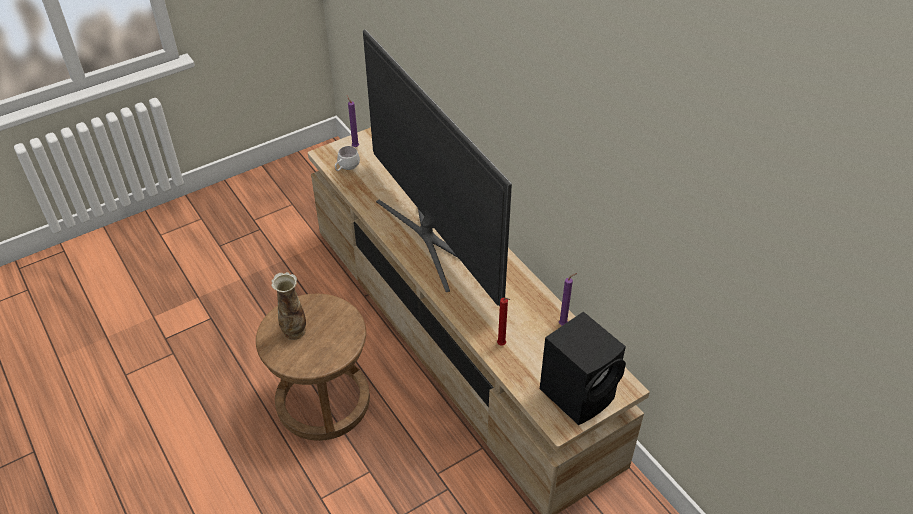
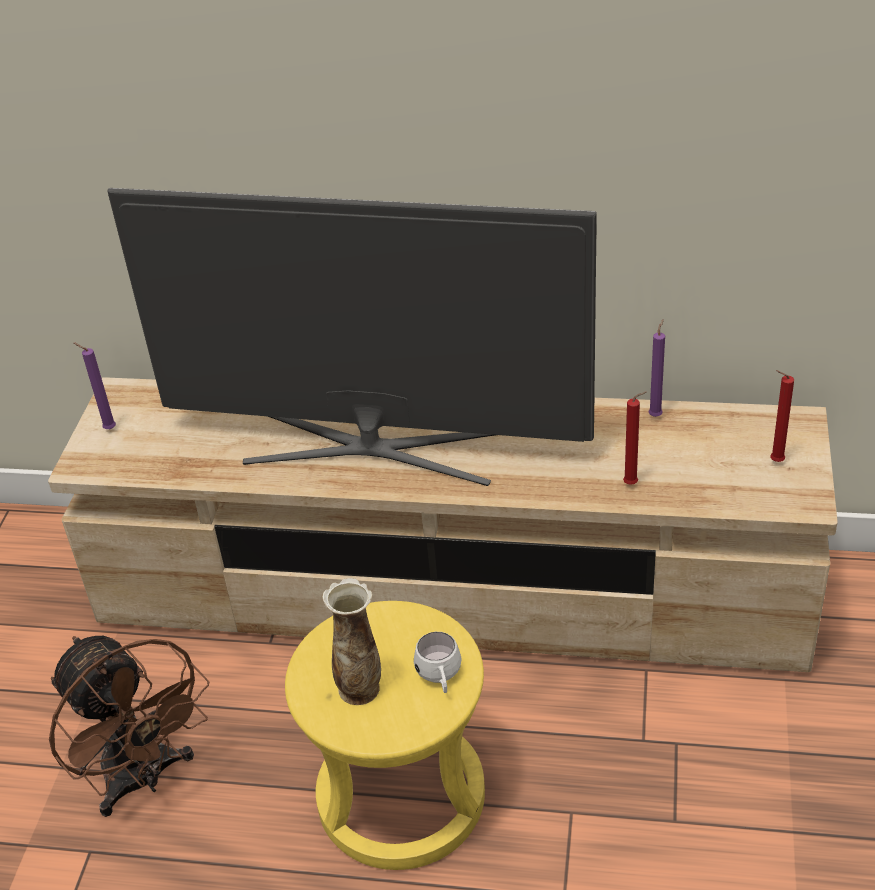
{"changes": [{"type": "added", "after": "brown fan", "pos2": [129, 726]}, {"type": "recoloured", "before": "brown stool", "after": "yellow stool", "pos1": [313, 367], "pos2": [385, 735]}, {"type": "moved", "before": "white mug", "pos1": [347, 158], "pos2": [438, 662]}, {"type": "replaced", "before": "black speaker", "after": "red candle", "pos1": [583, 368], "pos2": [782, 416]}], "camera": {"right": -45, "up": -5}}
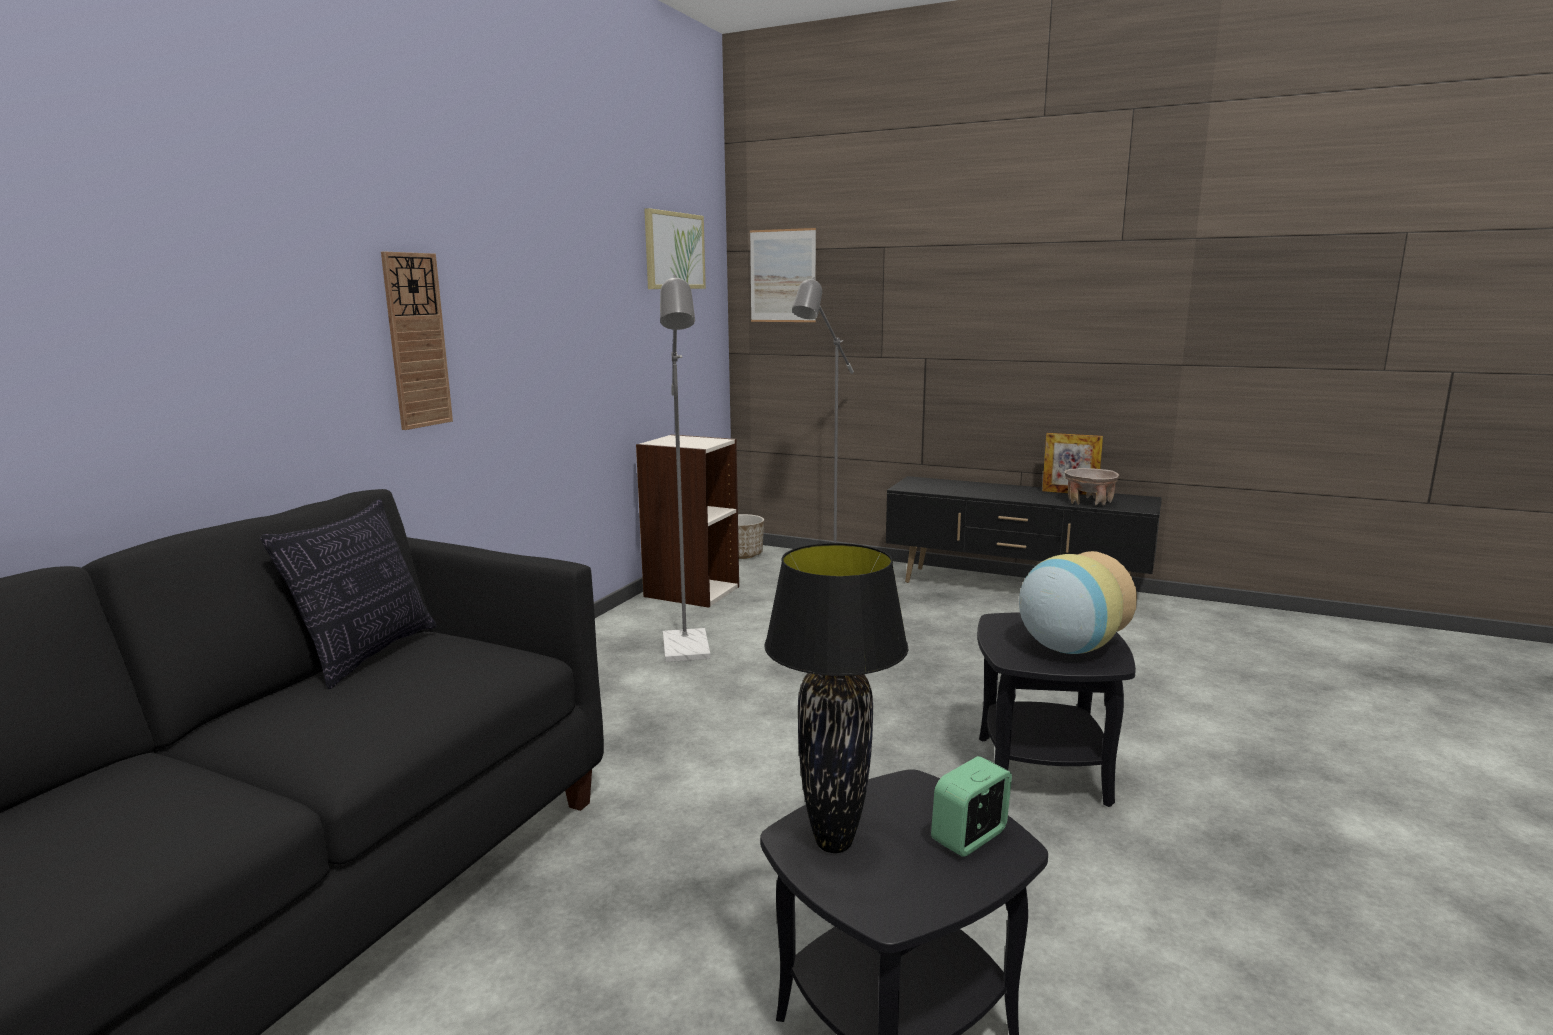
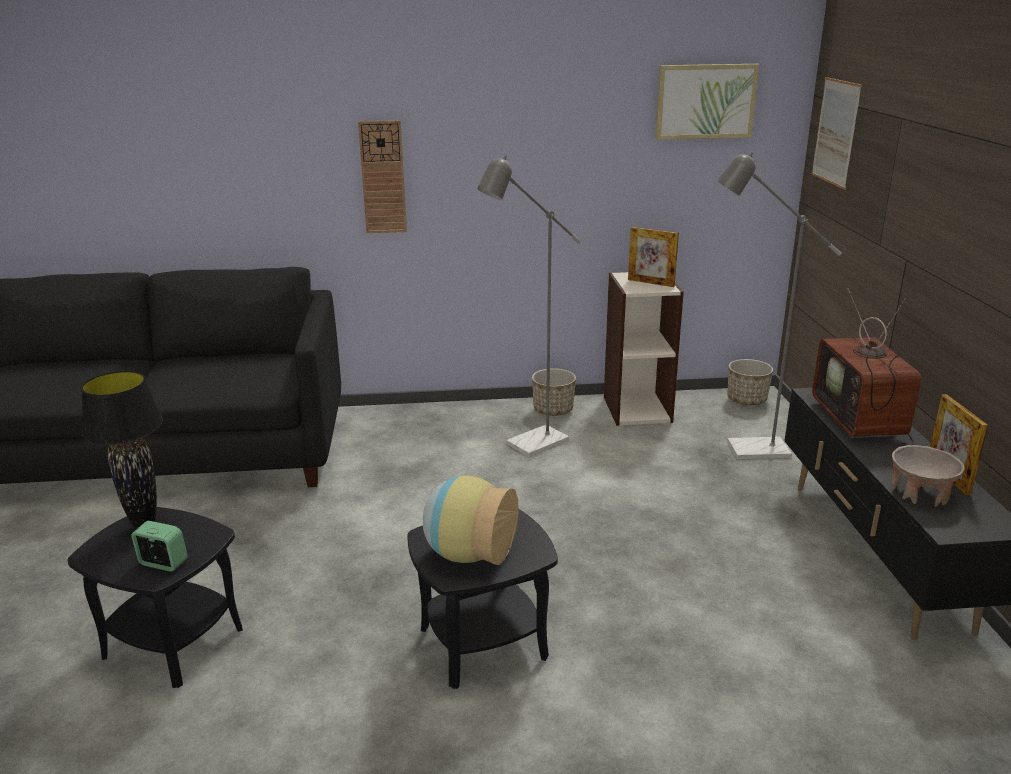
{"changes": [{"type": "added", "after": "planter", "pos2": [554, 392]}, {"type": "added", "after": "picture frame", "pos2": [653, 257]}, {"type": "added", "after": "television", "pos2": [866, 366]}, {"type": "removed", "before": "pillow", "pos1": [348, 594]}], "camera": {"right": 60, "up": 10}}
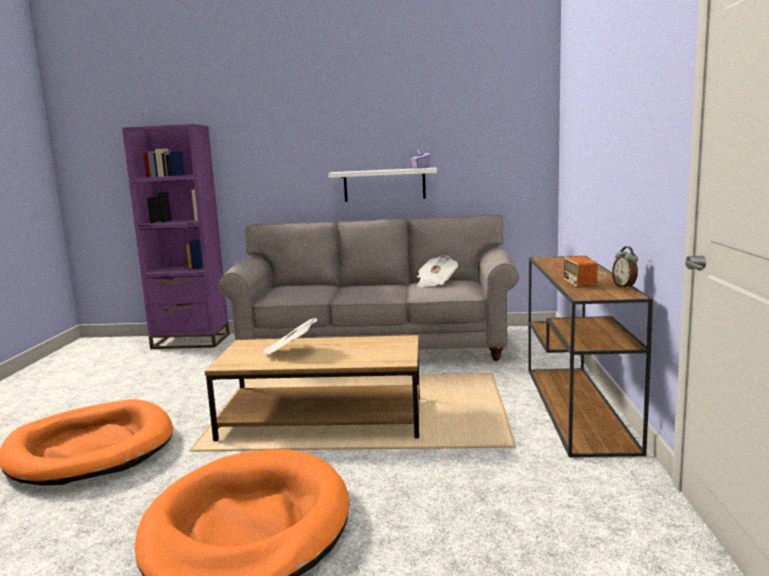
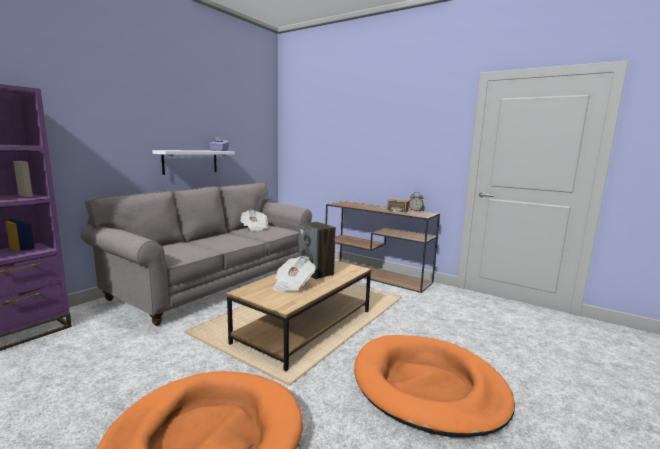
{"changes": [{"type": "added", "after": "speaker", "pos2": [317, 250]}], "camera": {"right": -60, "up": 0}}
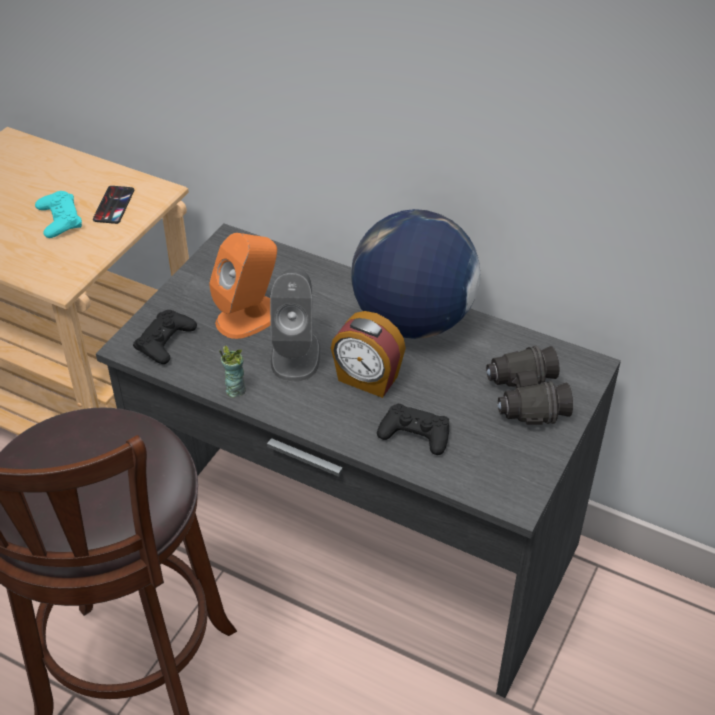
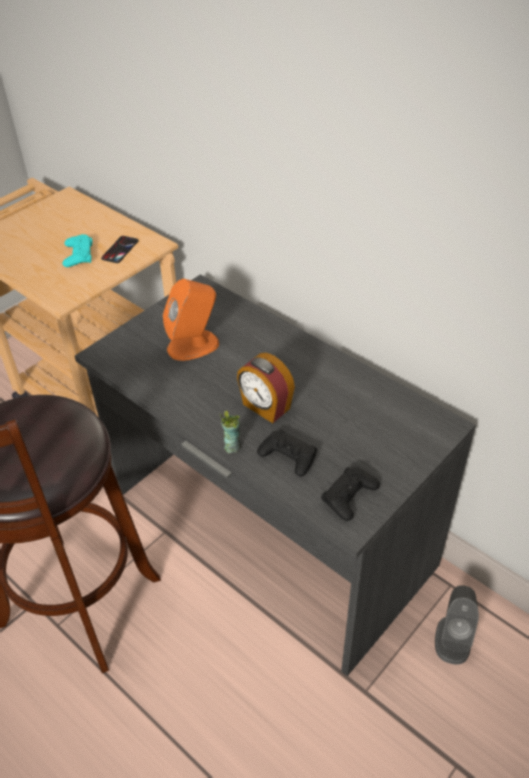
{"changes": [{"type": "moved", "before": "cup", "pos1": [232, 371], "pos2": [230, 432]}, {"type": "moved", "before": "black game controller", "pos1": [165, 337], "pos2": [350, 493]}, {"type": "moved", "before": "grey speaker", "pos1": [295, 325], "pos2": [457, 624]}, {"type": "removed", "before": "globe", "pos1": [415, 274]}, {"type": "removed", "before": "black binoculars", "pos1": [529, 385]}], "camera": {"right": 15, "up": 0}}
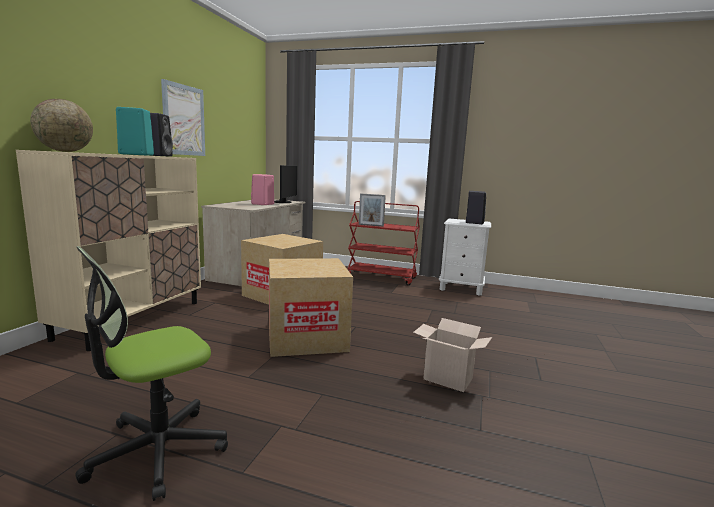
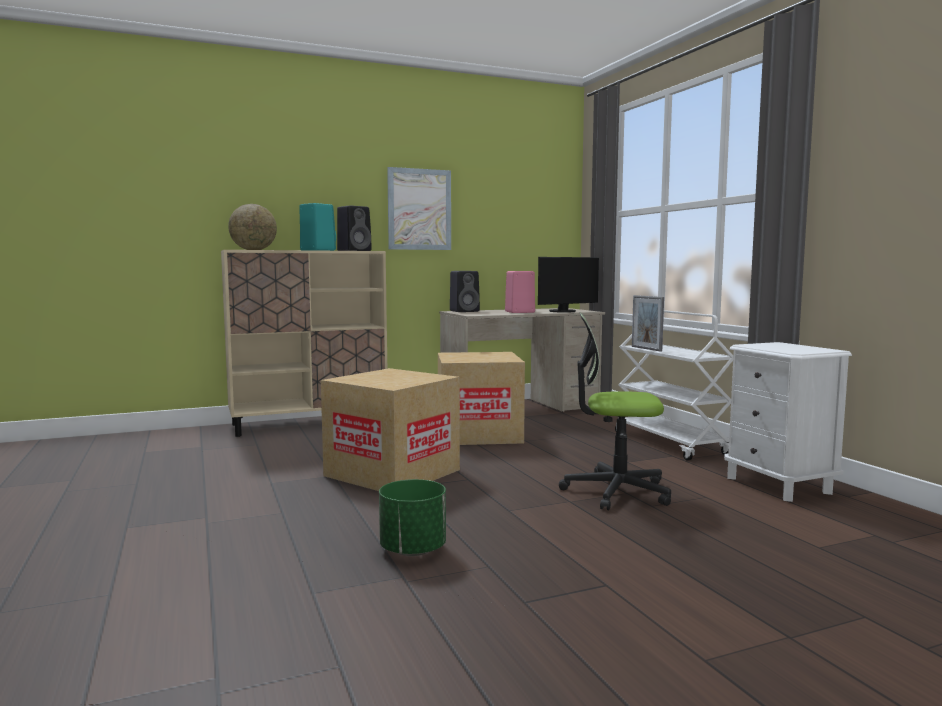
{"changes": [{"type": "replaced", "before": "cardboard box", "after": "green planter", "pos1": [452, 355], "pos2": [412, 517]}, {"type": "moved", "before": "black speaker", "pos1": [476, 207], "pos2": [465, 291]}, {"type": "moved", "before": "office chair", "pos1": [151, 373], "pos2": [615, 411]}, {"type": "recoloured", "before": "red cart", "after": "white cart", "pos1": [383, 243], "pos2": [674, 385]}], "camera": {"right": 50, "up": -5}}
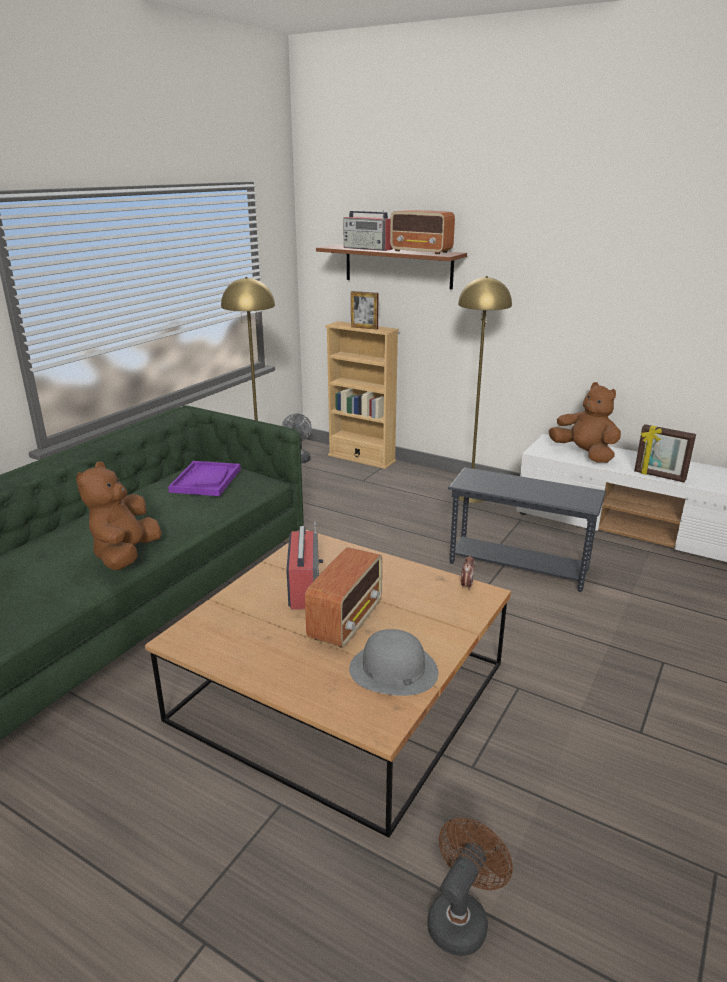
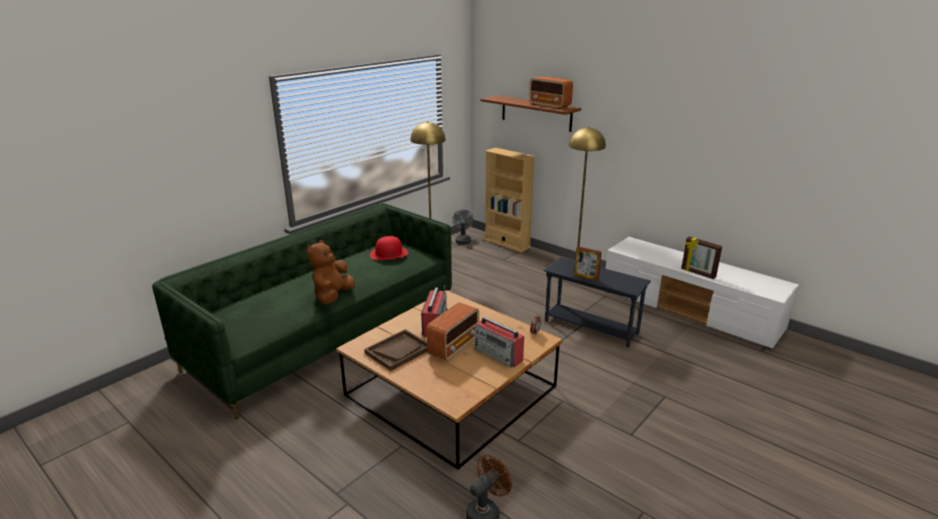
{"changes": [{"type": "added", "after": "brown tray", "pos2": [395, 350]}, {"type": "replaced", "before": "purple tray", "after": "red hat", "pos1": [204, 478], "pos2": [389, 248]}, {"type": "moved", "before": "radio", "pos1": [368, 230], "pos2": [499, 342]}, {"type": "moved", "before": "picture frame", "pos1": [364, 310], "pos2": [588, 263]}, {"type": "removed", "before": "grey hat", "pos1": [393, 662]}, {"type": "removed", "before": "brown plush toy", "pos1": [585, 422]}], "camera": {"right": 10, "up": 0}}
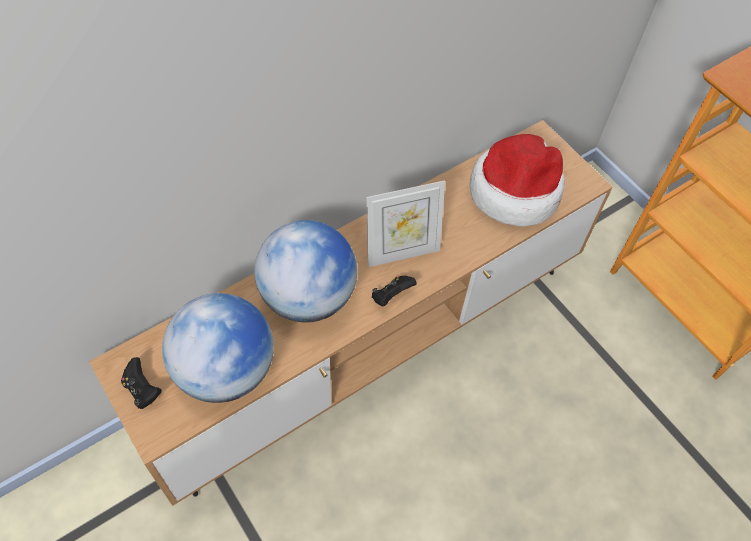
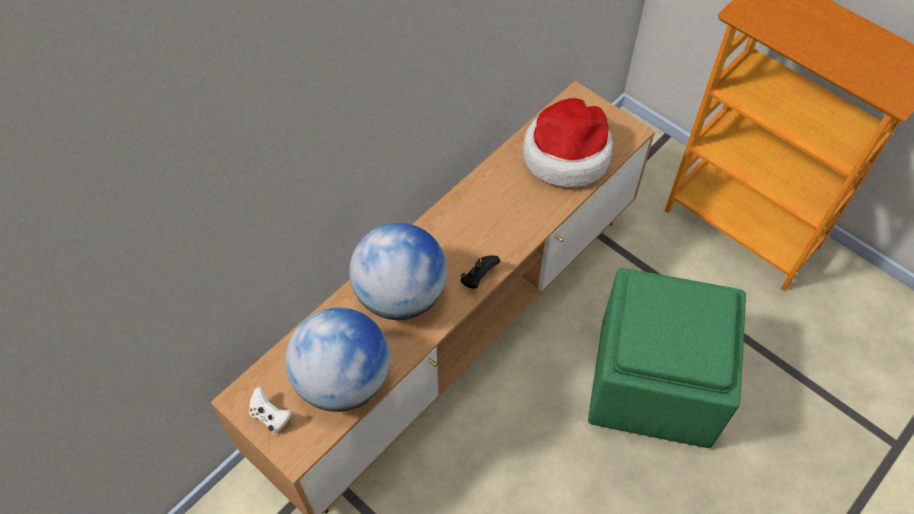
{"changes": [{"type": "recoloured", "before": "black game controller", "after": "white game controller", "pos1": [141, 383], "pos2": [270, 410]}, {"type": "added", "after": "green ottoman", "pos2": [667, 358]}, {"type": "removed", "before": "picture frame", "pos1": [405, 223]}], "camera": {"right": -10, "up": 0}}
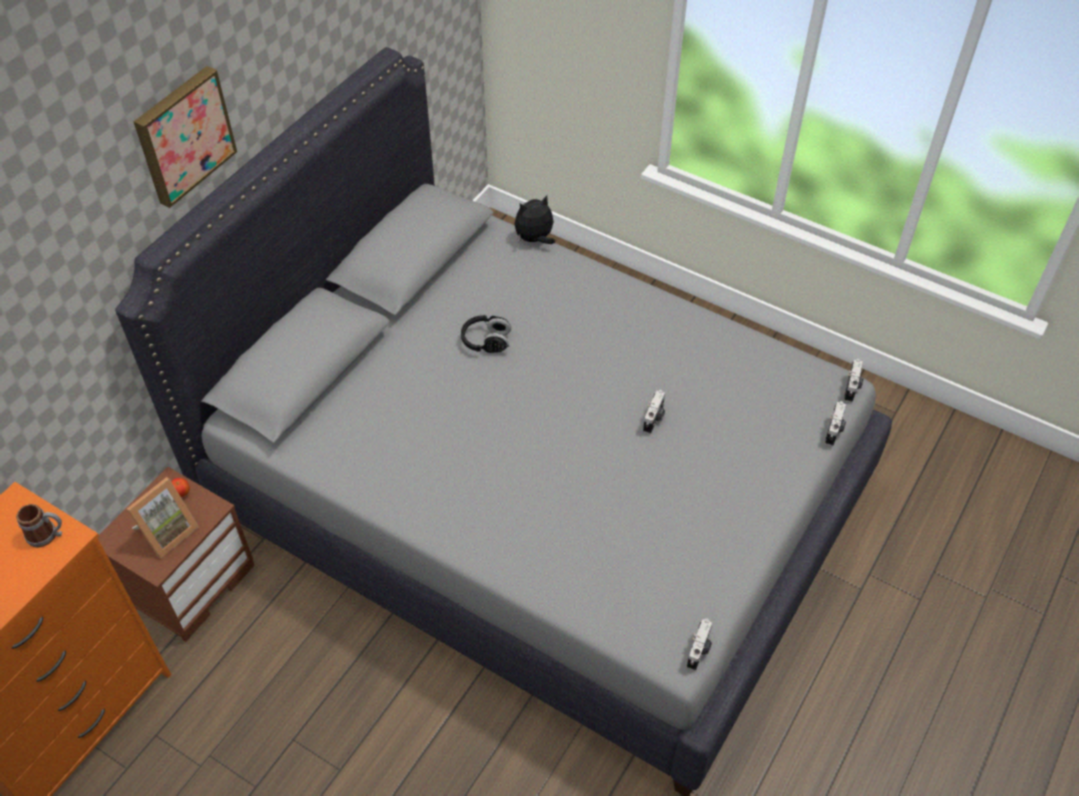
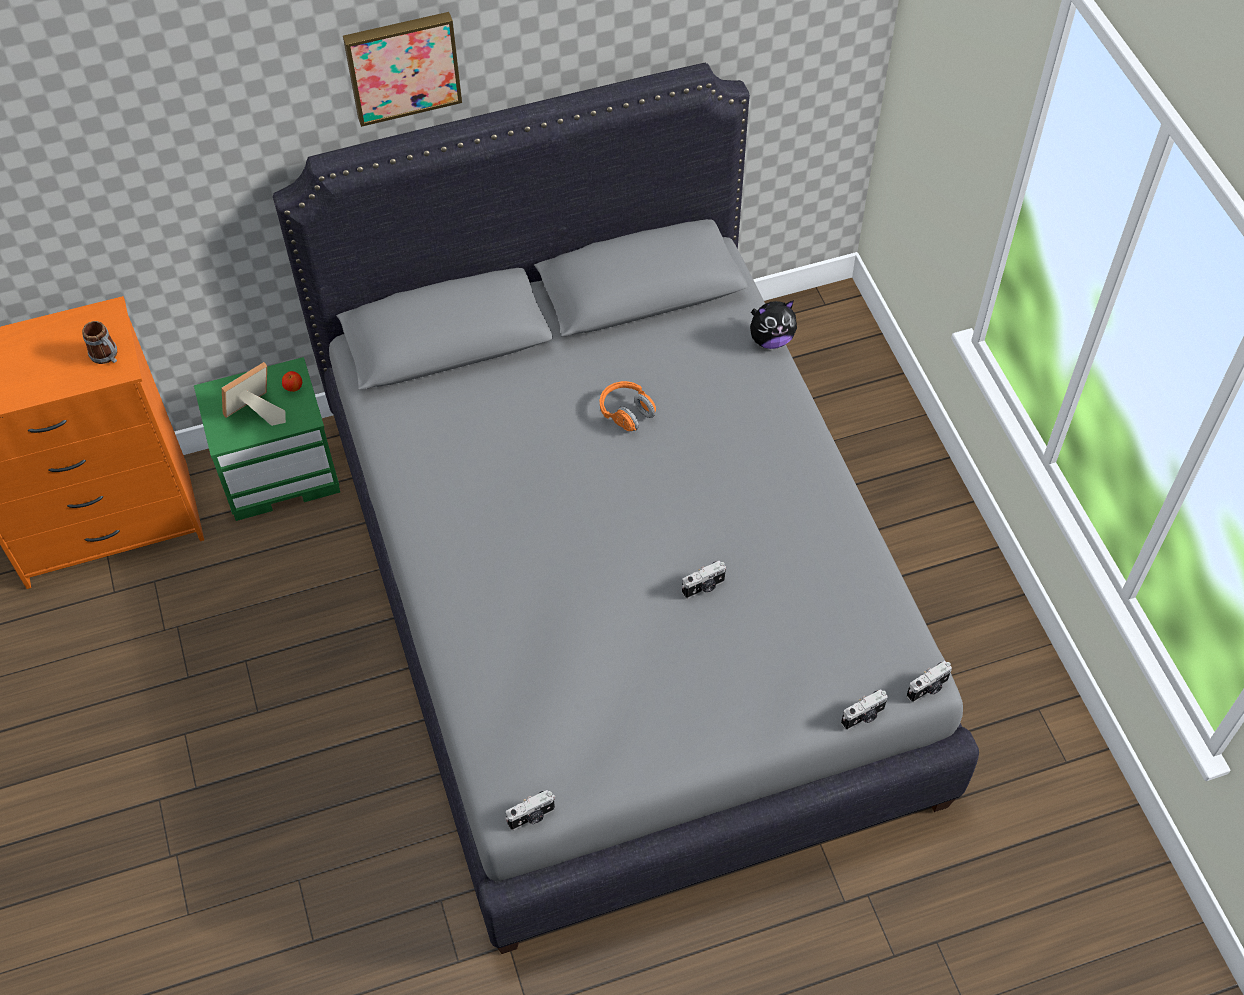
{"changes": [{"type": "recoloured", "before": "brown nightstand", "after": "green nightstand", "pos1": [176, 554], "pos2": [267, 439]}, {"type": "turned", "before": "picture frame", "pos1": [163, 517], "pos2": [254, 394], "turn": 150}, {"type": "recoloured", "before": "black headphones", "after": "orange headphones", "pos1": [486, 334], "pos2": [628, 406]}, {"type": "turned", "before": "plush toy", "pos1": [534, 219], "pos2": [773, 324], "turn": 150}], "camera": {"right": 40, "up": 5}}
